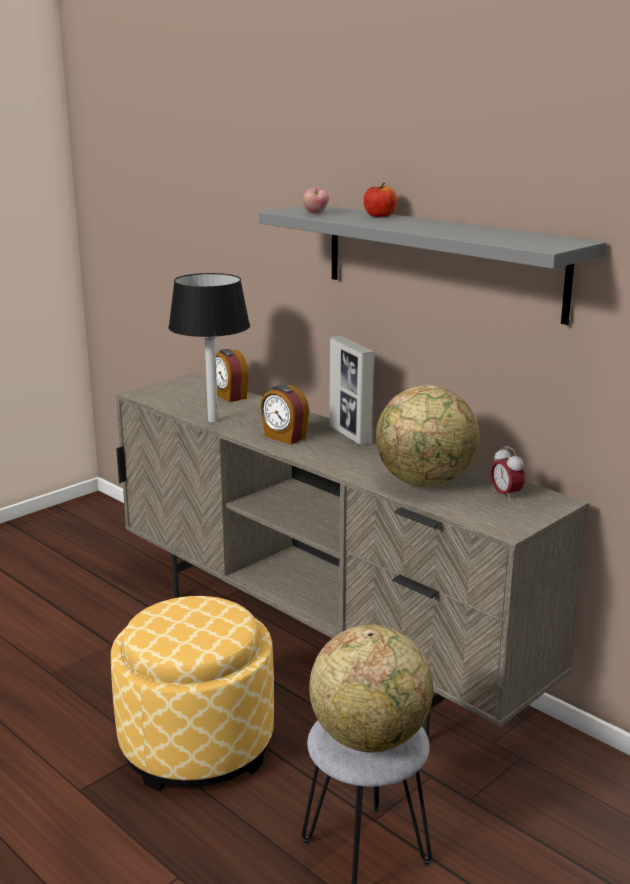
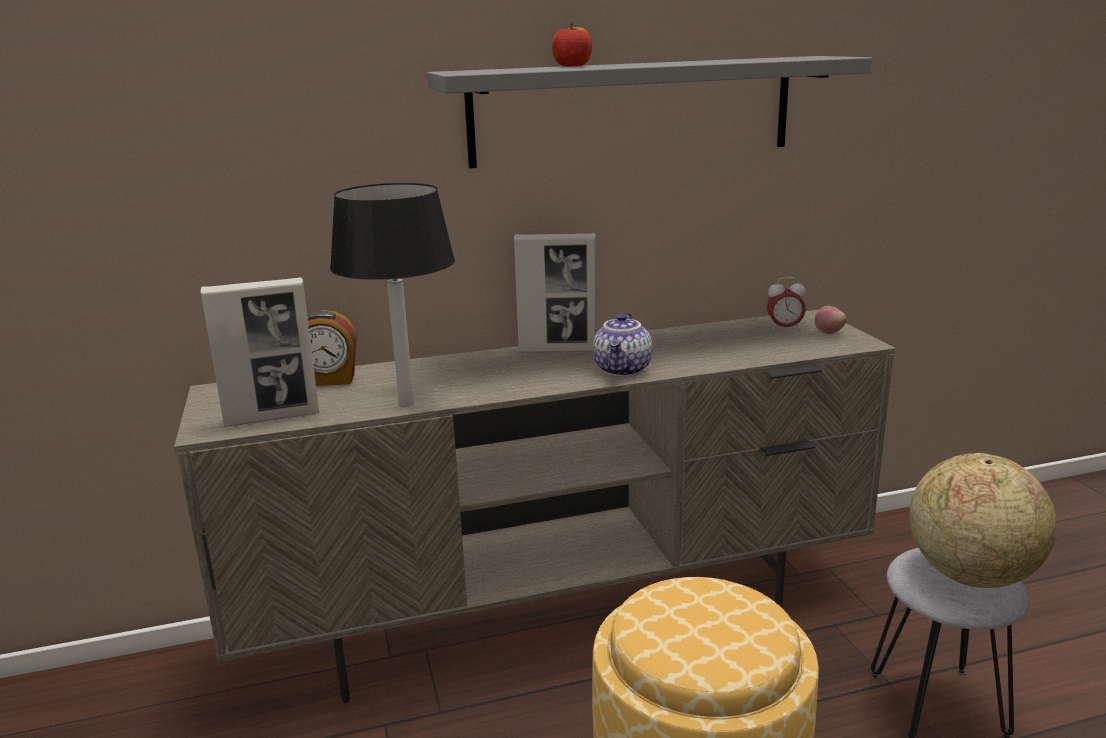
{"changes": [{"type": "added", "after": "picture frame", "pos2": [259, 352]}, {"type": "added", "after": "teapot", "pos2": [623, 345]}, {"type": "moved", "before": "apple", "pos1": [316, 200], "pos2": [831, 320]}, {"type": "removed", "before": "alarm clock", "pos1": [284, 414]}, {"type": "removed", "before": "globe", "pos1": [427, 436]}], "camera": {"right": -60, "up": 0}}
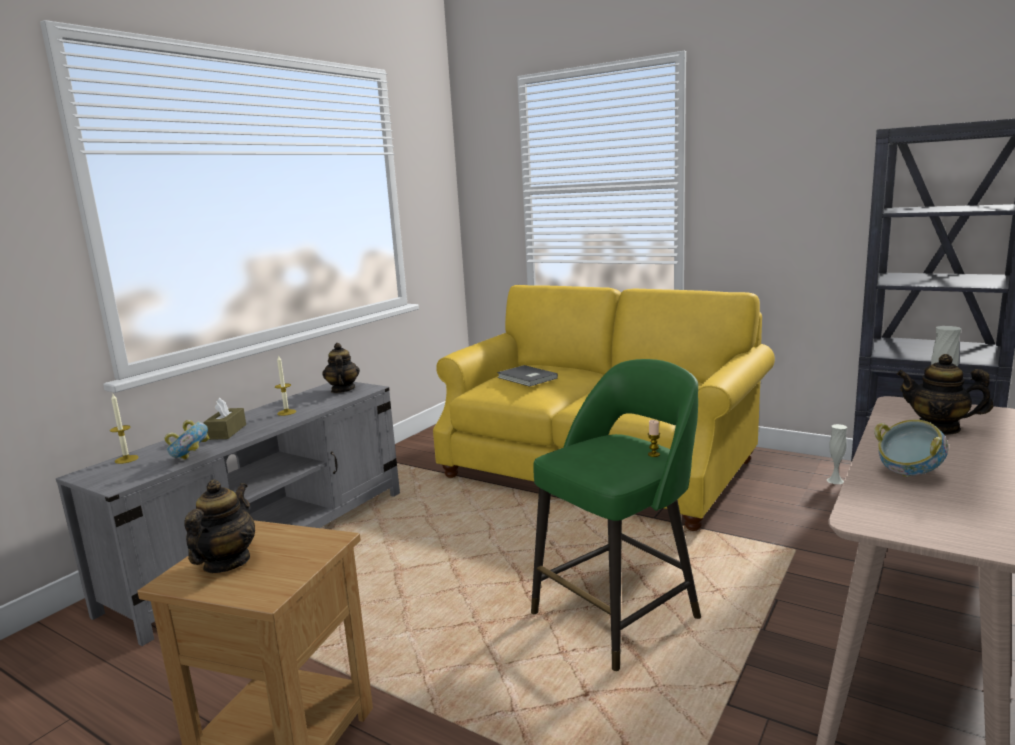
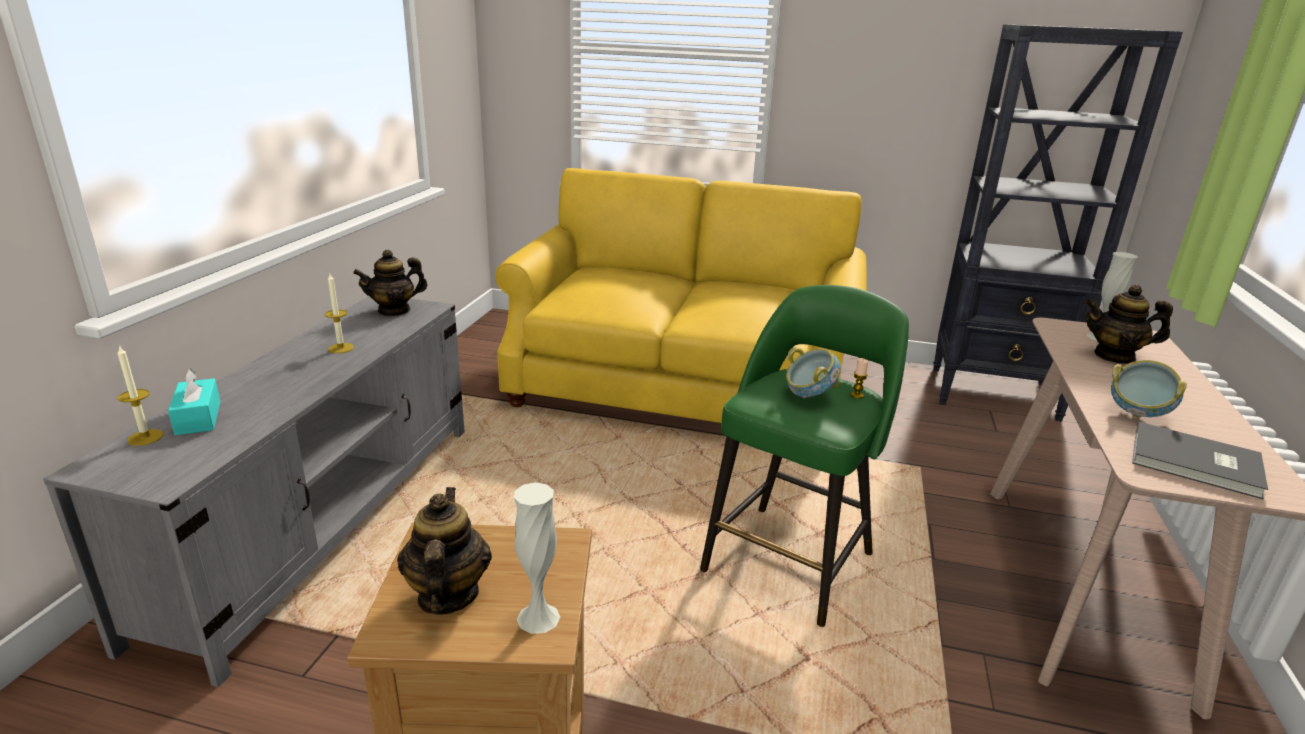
{"changes": [{"type": "added", "after": "turquoise tissue box", "pos2": [194, 402]}, {"type": "turned", "before": "teapot", "pos1": [341, 368], "pos2": [390, 283], "turn": -90}, {"type": "moved", "before": "white vase", "pos1": [836, 454], "pos2": [537, 558]}, {"type": "moved", "before": "bowl", "pos1": [187, 440], "pos2": [813, 372]}, {"type": "moved", "before": "grey book", "pos1": [527, 376], "pos2": [1200, 460]}, {"type": "removed", "before": "brown tissue box", "pos1": [224, 419]}], "camera": {"right": -20, "up": 10}}
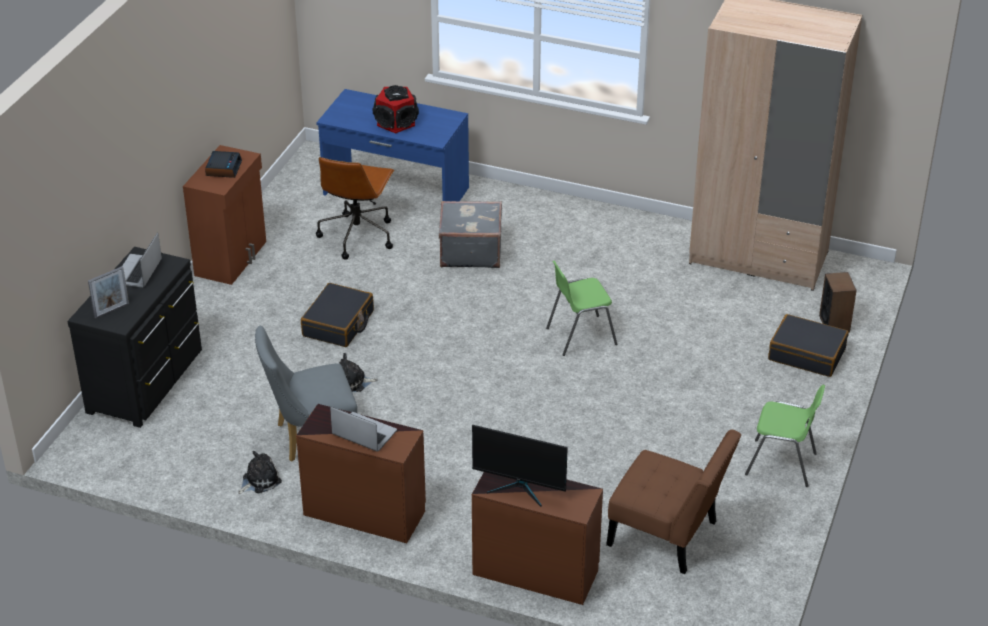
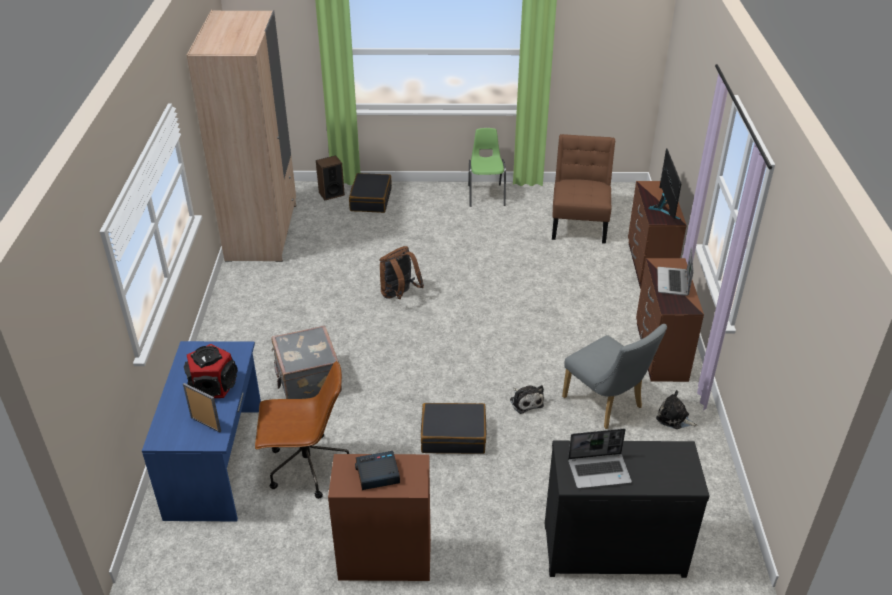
{"changes": [{"type": "moved", "before": "picture frame", "pos1": [108, 292], "pos2": [202, 408]}, {"type": "replaced", "before": "green chair", "after": "brown backpack", "pos1": [581, 308], "pos2": [402, 272]}], "camera": {"right": -110, "up": 0}}
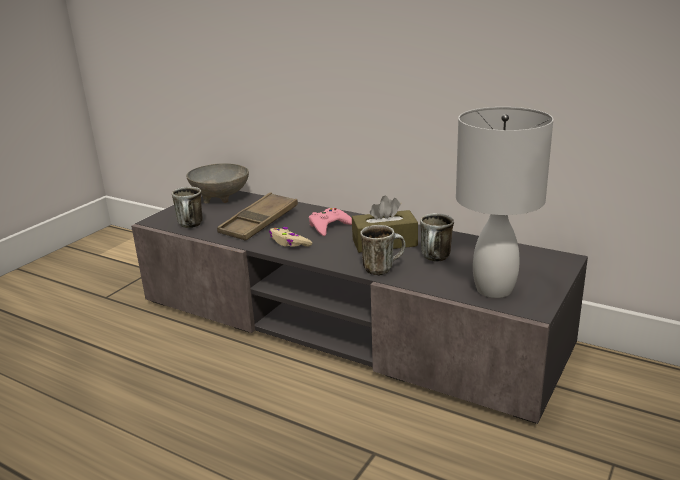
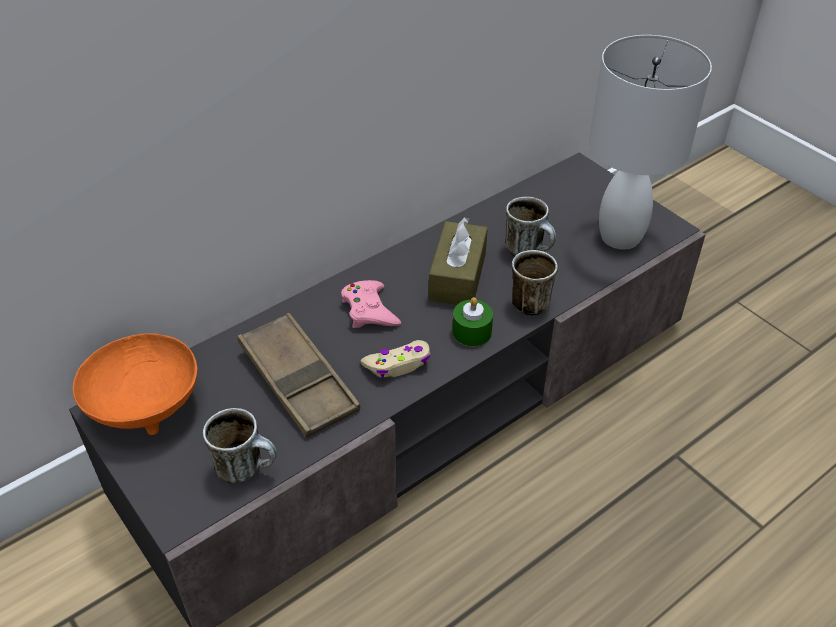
{"changes": [{"type": "recoloured", "before": "grey bowl", "after": "orange bowl", "pos1": [217, 183], "pos2": [135, 384]}, {"type": "added", "after": "green candle", "pos2": [472, 321]}], "camera": {"right": -70, "up": 20}}
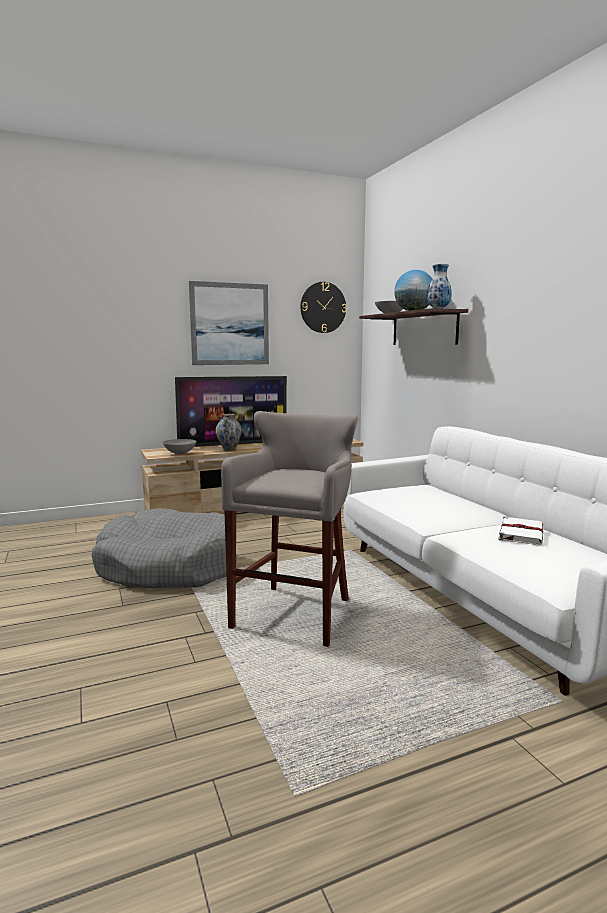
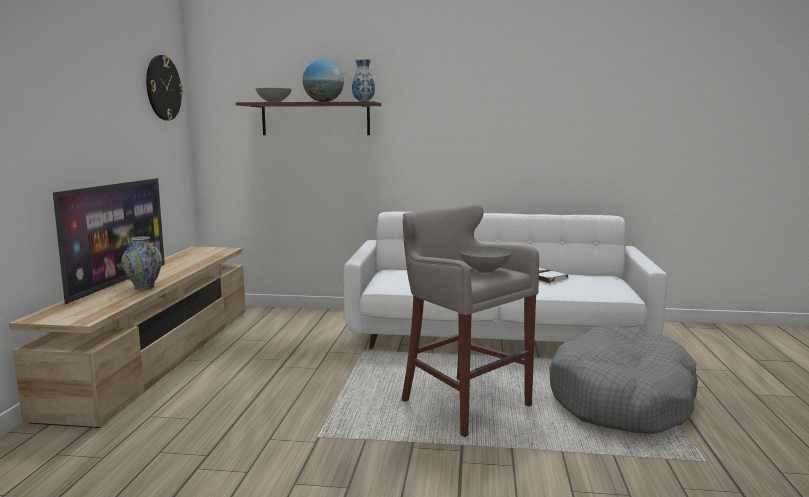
{"changes": [{"type": "moved", "before": "grey bowl", "pos1": [179, 447], "pos2": [485, 259]}, {"type": "moved", "before": "grey dog bed", "pos1": [164, 548], "pos2": [623, 379]}, {"type": "removed", "before": "picture", "pos1": [229, 323]}], "camera": {"right": -60, "up": 0}}
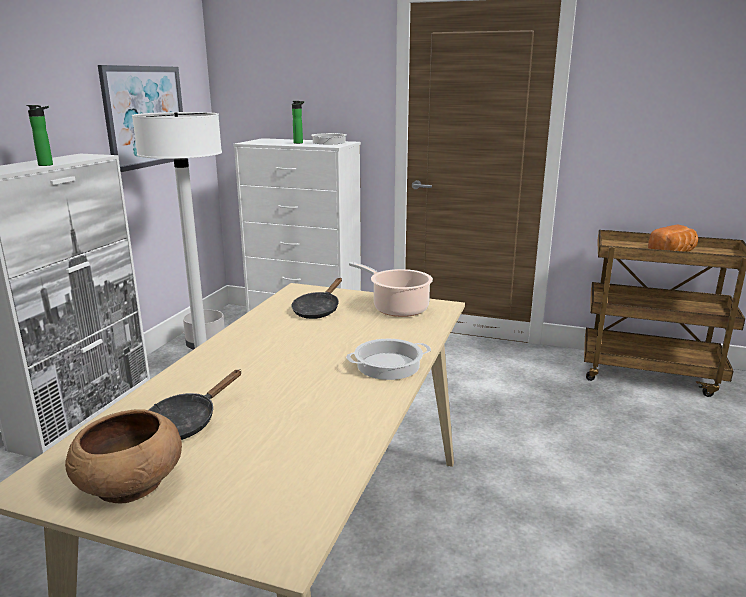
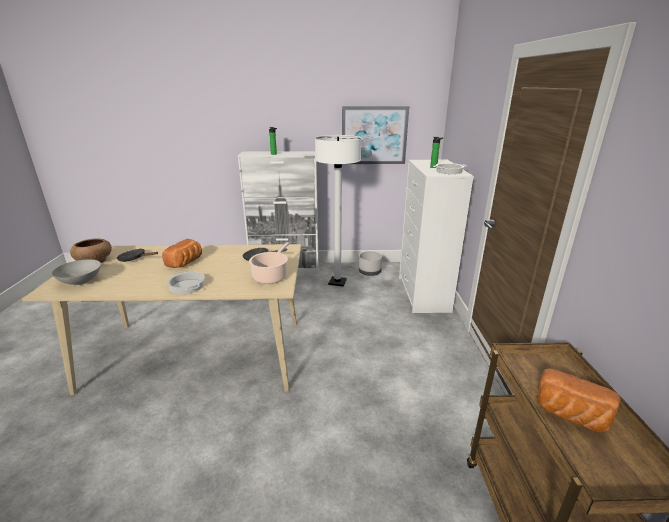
{"changes": [{"type": "added", "after": "grey bowl", "pos2": [76, 272]}, {"type": "added", "after": "bread", "pos2": [182, 253]}], "camera": {"right": 70, "up": 5}}
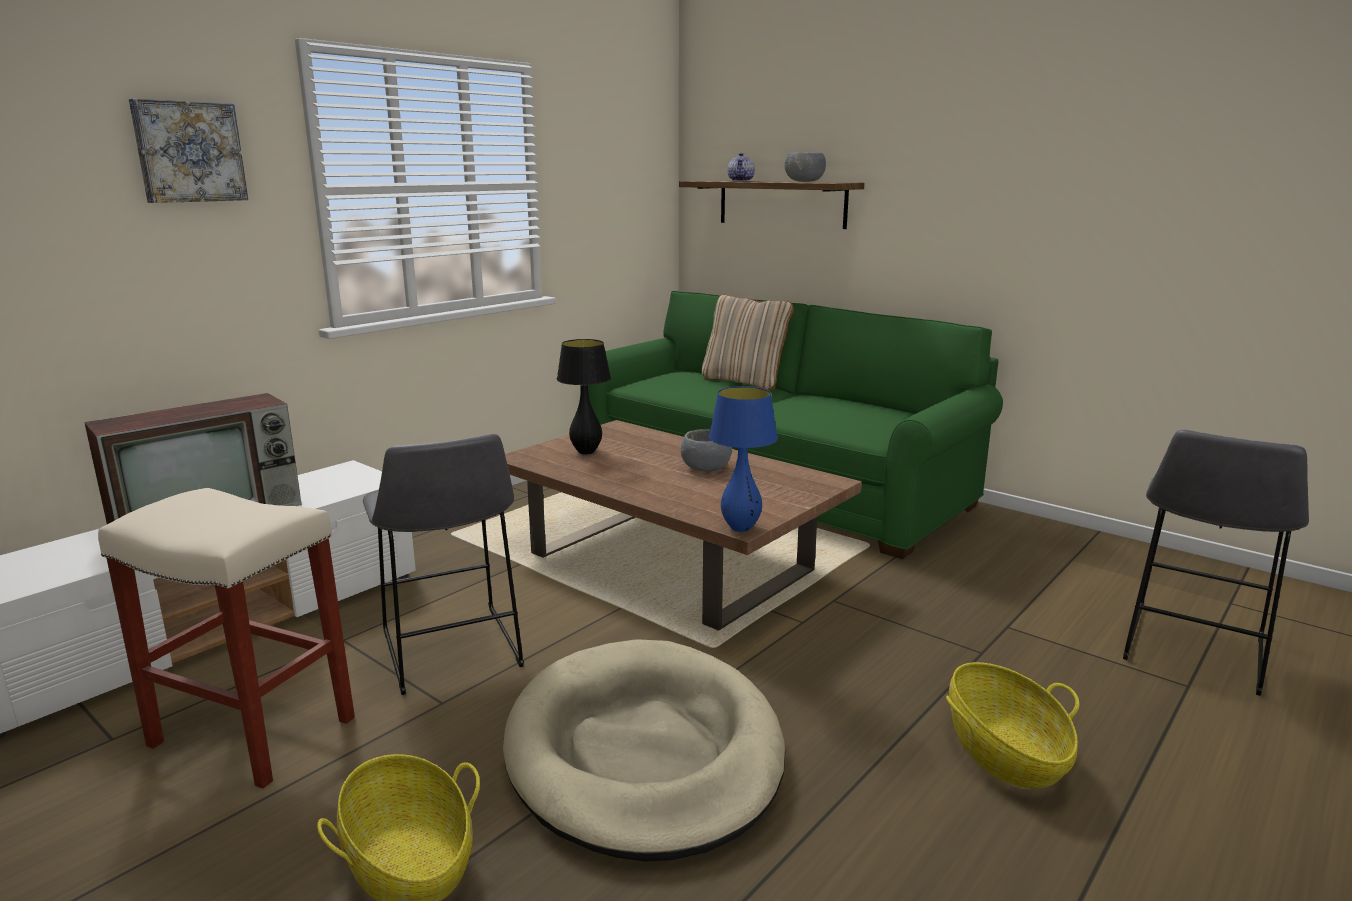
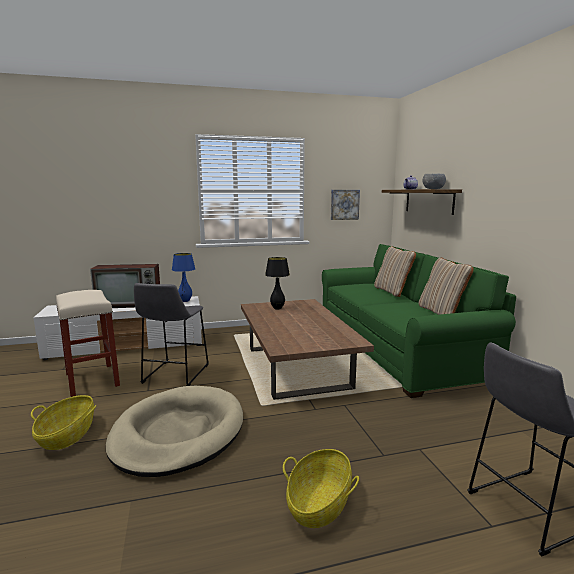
{"changes": [{"type": "moved", "before": "blue table lamp", "pos1": [743, 459], "pos2": [183, 277]}, {"type": "moved", "before": "picture", "pos1": [188, 151], "pos2": [345, 205]}, {"type": "added", "after": "beige pillow", "pos2": [446, 286]}, {"type": "removed", "before": "grey bowl", "pos1": [706, 450]}], "camera": {"right": 35, "up": -5}}
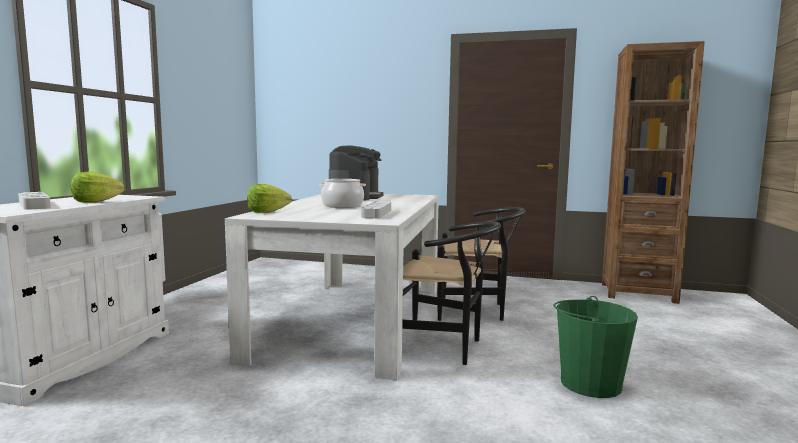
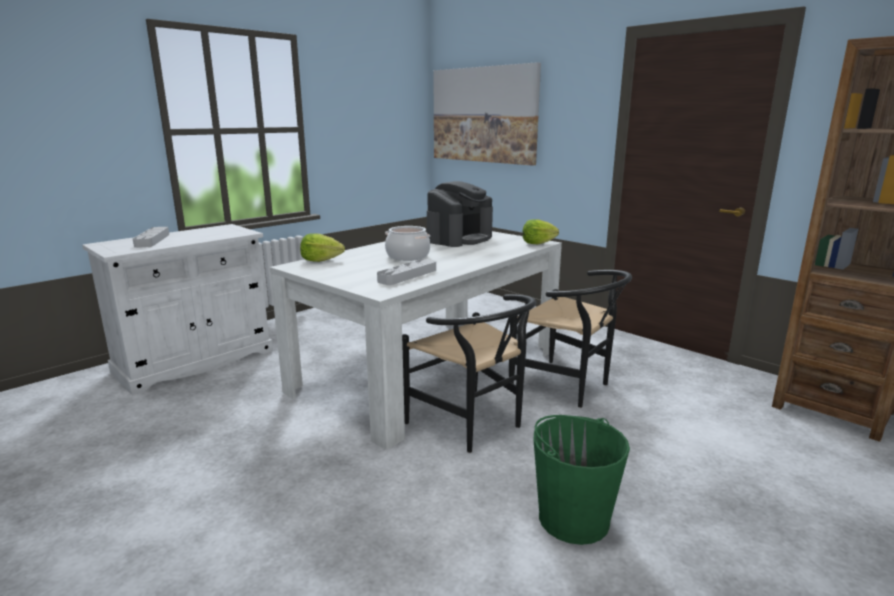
{"changes": [{"type": "added", "after": "picture", "pos2": [487, 114]}, {"type": "moved", "before": "lettuce", "pos1": [98, 187], "pos2": [540, 231]}], "camera": {"right": 30, "up": 10}}
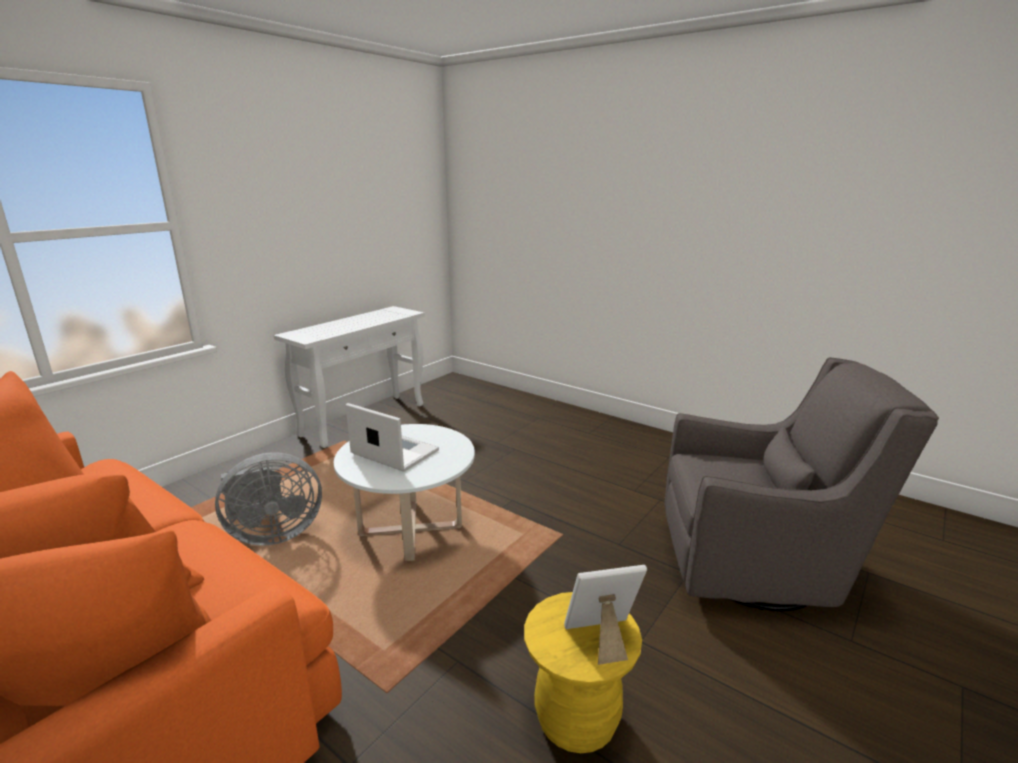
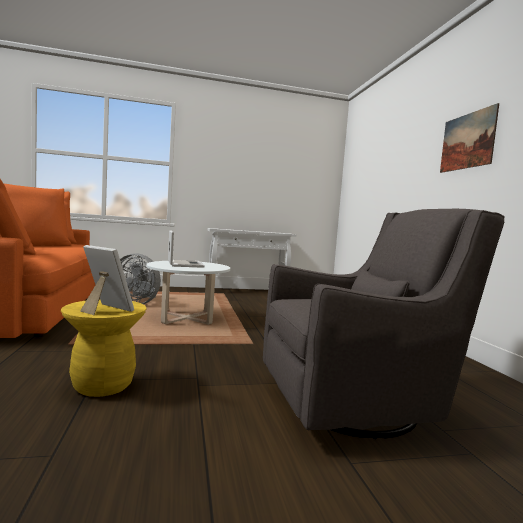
{"changes": [{"type": "turned", "before": "grey armchair", "pos1": [801, 484], "pos2": [384, 324], "turn": -60}, {"type": "added", "after": "picture", "pos2": [469, 138]}], "camera": {"right": 40, "up": -15}}
